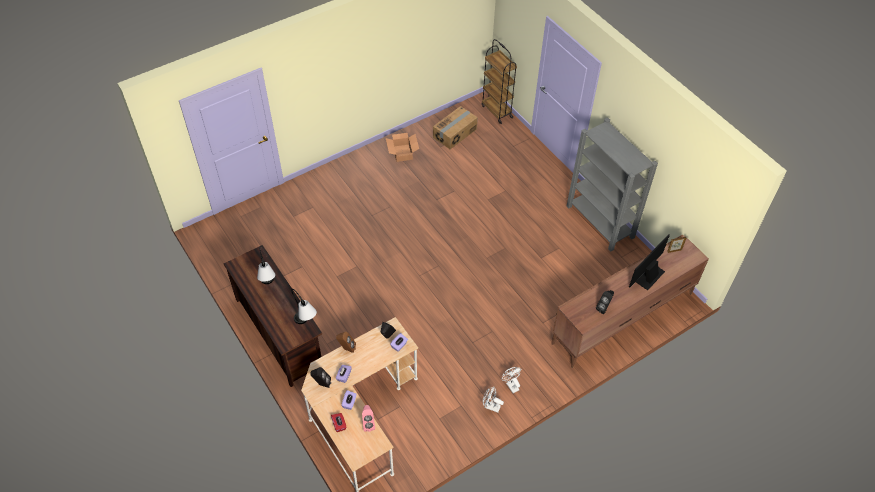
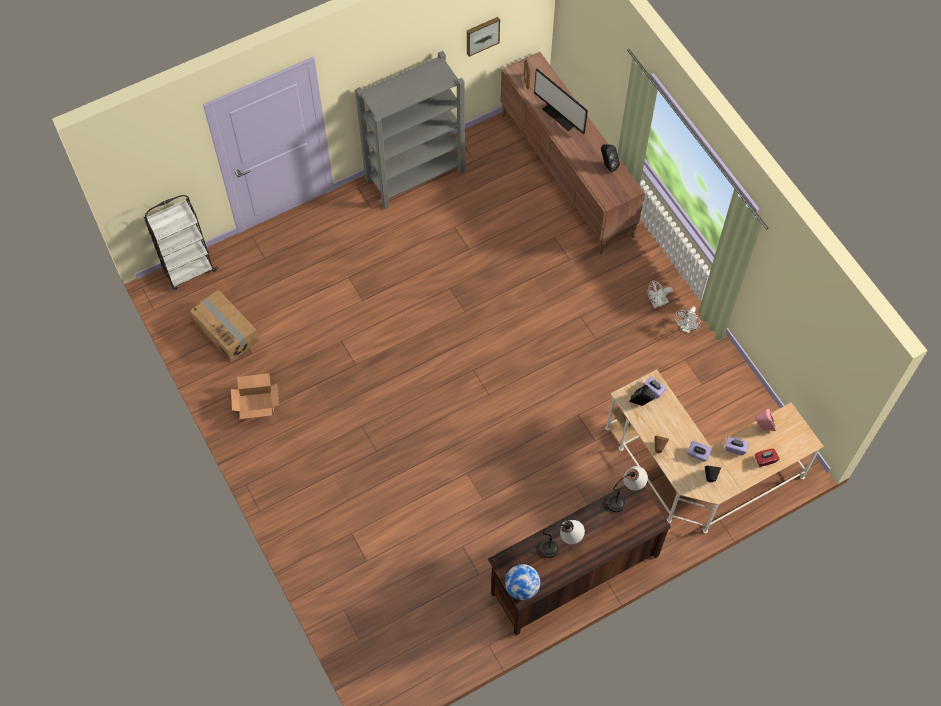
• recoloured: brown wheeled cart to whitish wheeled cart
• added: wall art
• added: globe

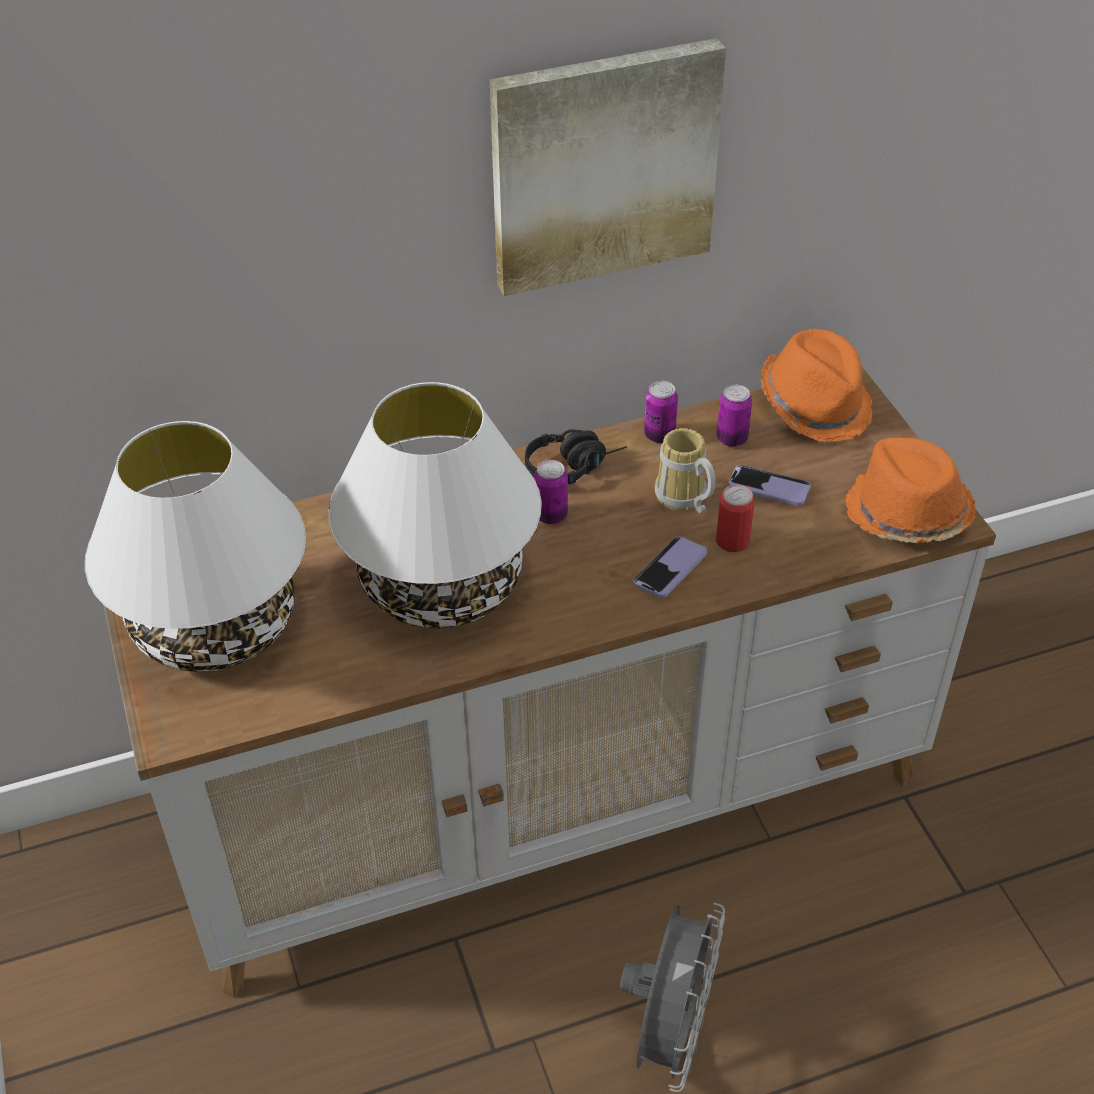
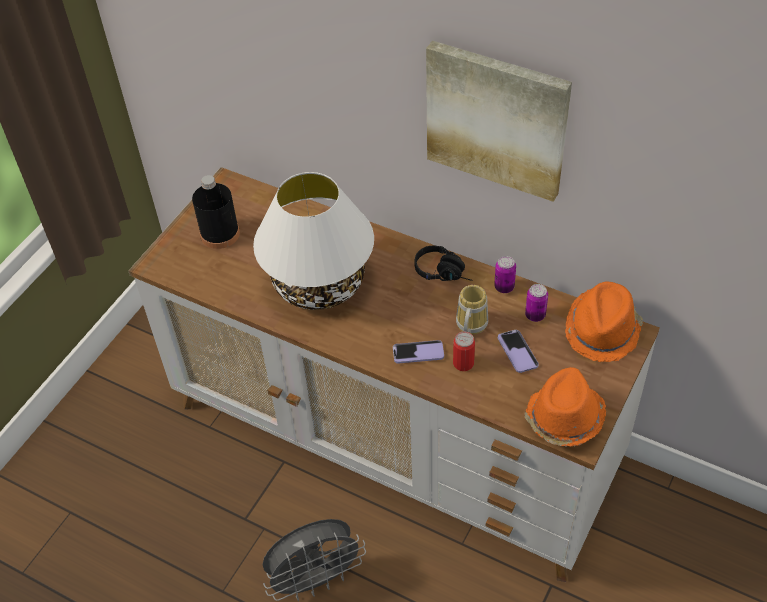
• replaced: whitish lamp for a table (1st from left) to black beverage bottle
• removed: sealed can (1st from left)

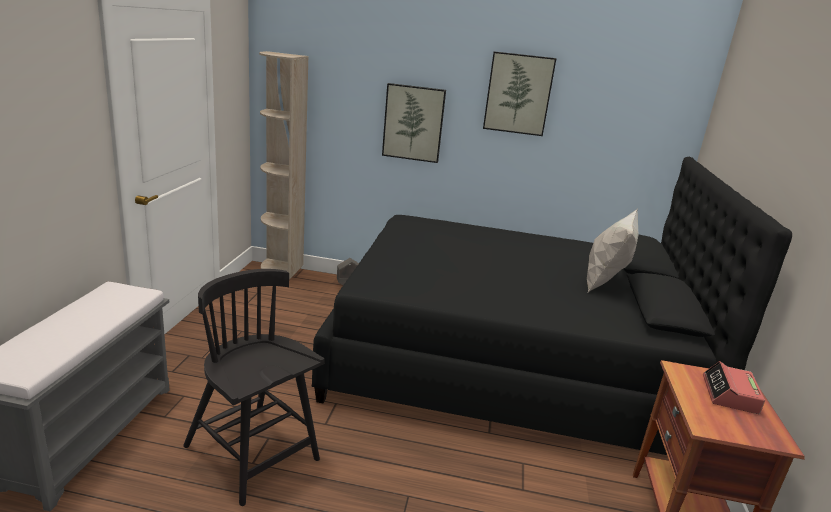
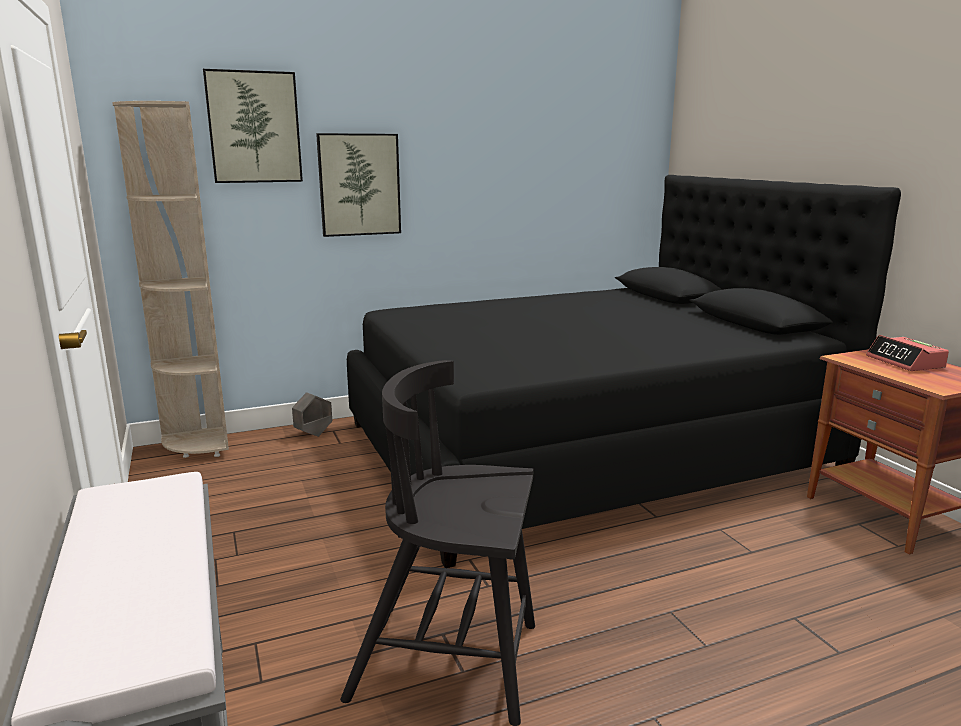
• moved: wall art (2nd from left in the first image) to wall art (1st from left)
• removed: whitish throw pillow

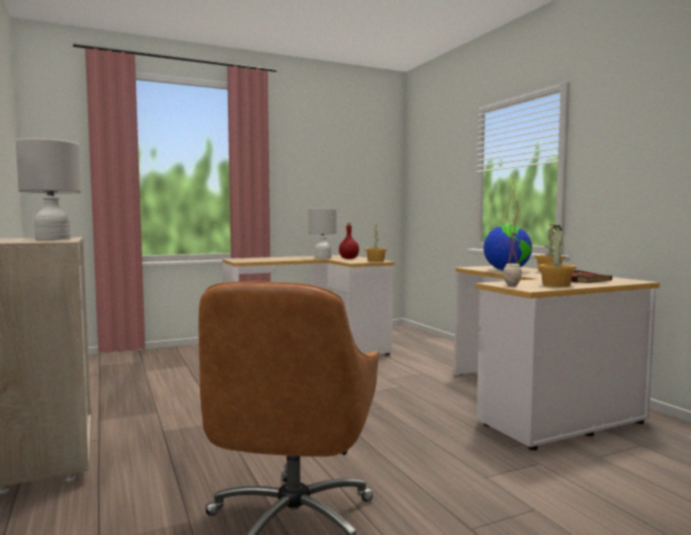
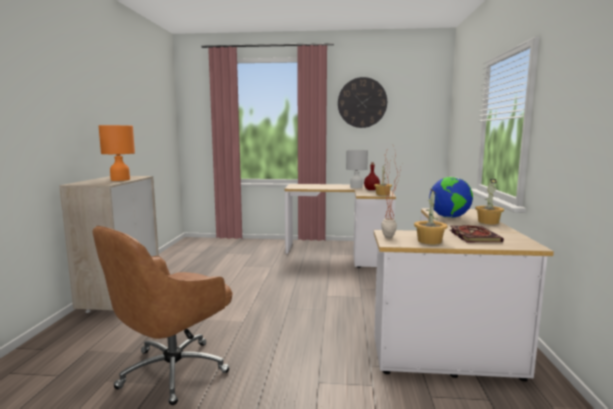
• recoloured: grey lamp for a table (1st from left) to orangey lamp for a table
• added: wall clock

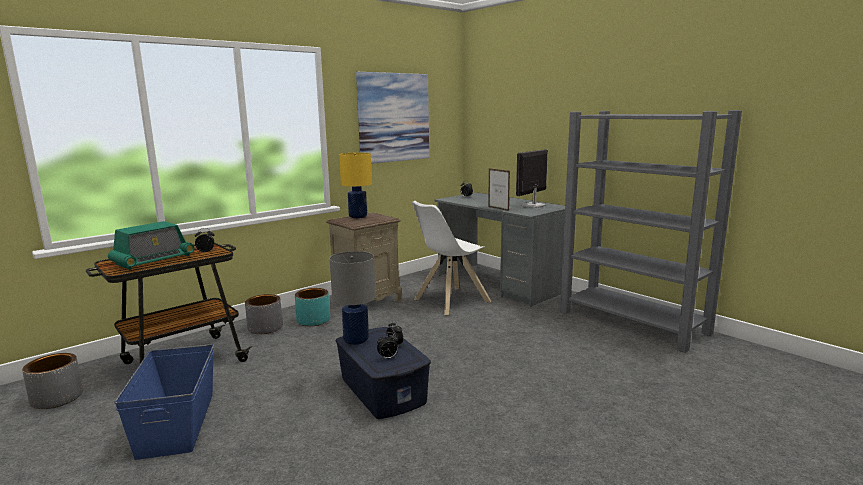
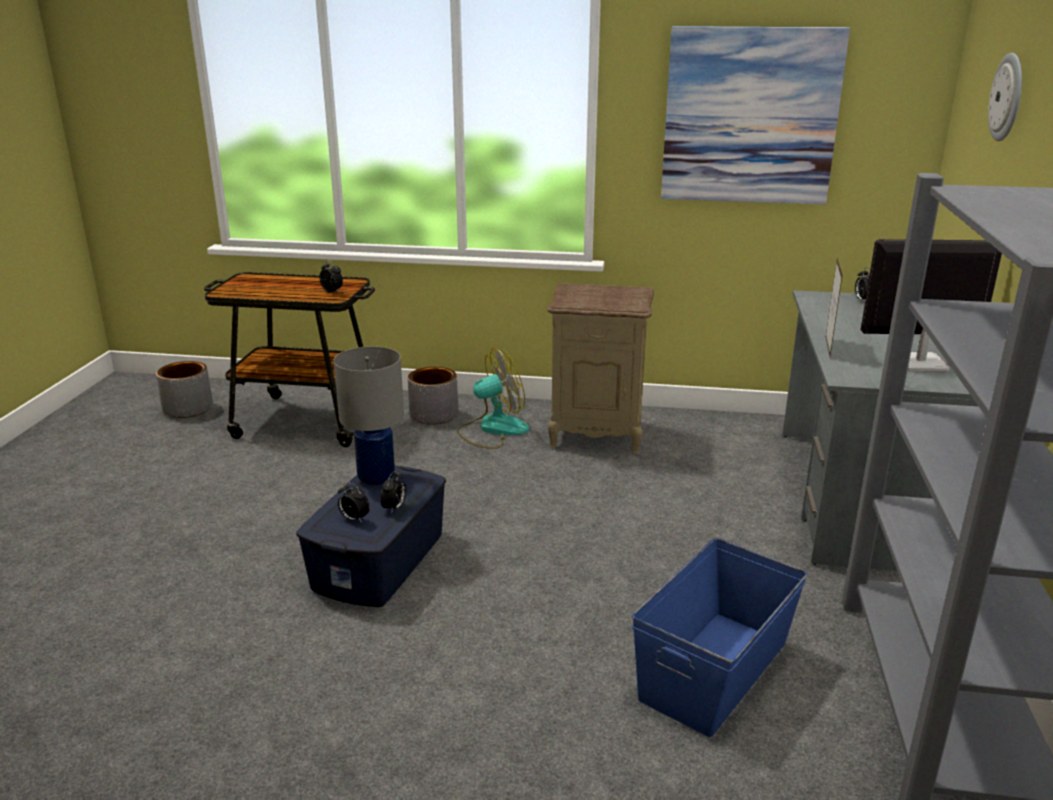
• replaced: blue-green plant pot to electric fan
• moved: bluish storage bin (1st from left in the first image) to bluish storage bin (2nd from left)
• added: wall clock
• removed: radio receiver
• removed: yellowish lamp for a table
• removed: whitish upright chair

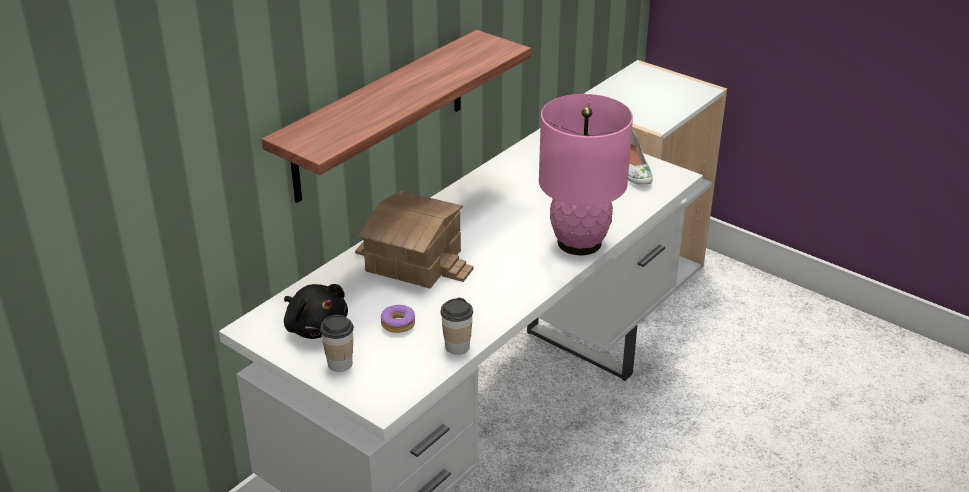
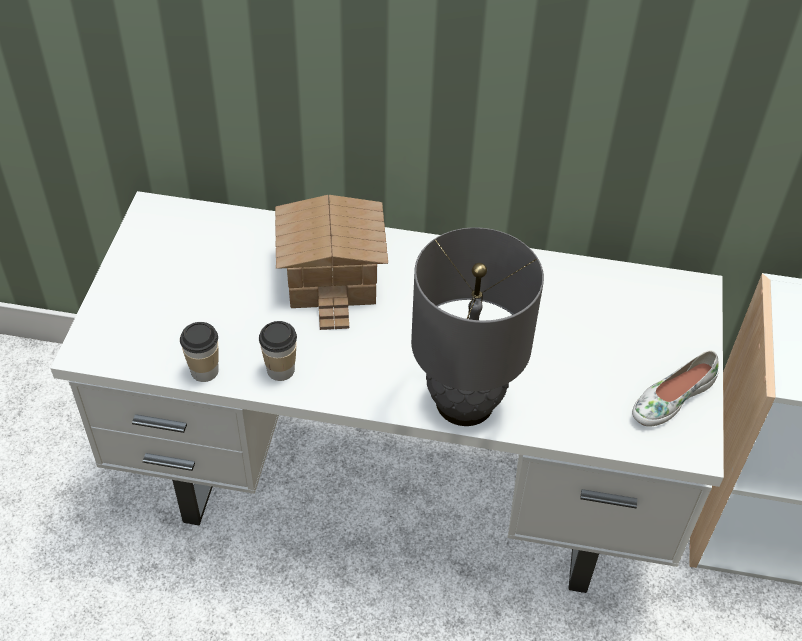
• moved: drinking cup (1st from left in the first image) to drinking cup (2nd from left)
• recoloured: pink-coloured lamp for a table to grey lamp for a table
• removed: shelf
• removed: black cuddly toy
• removed: donut

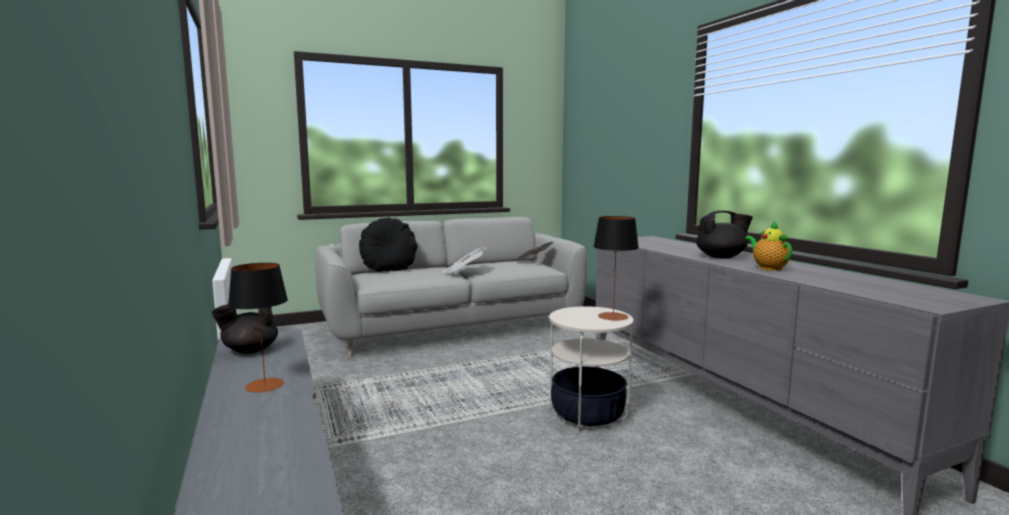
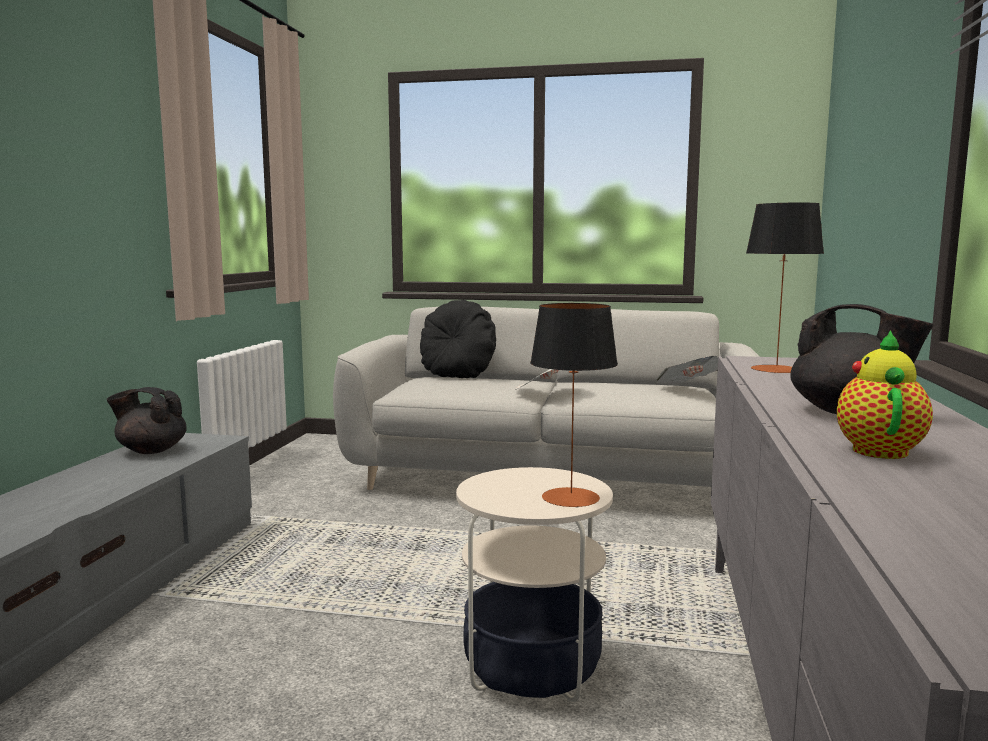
• moved: lamp for a table (1st from left in the first image) to lamp for a table (2nd from left)

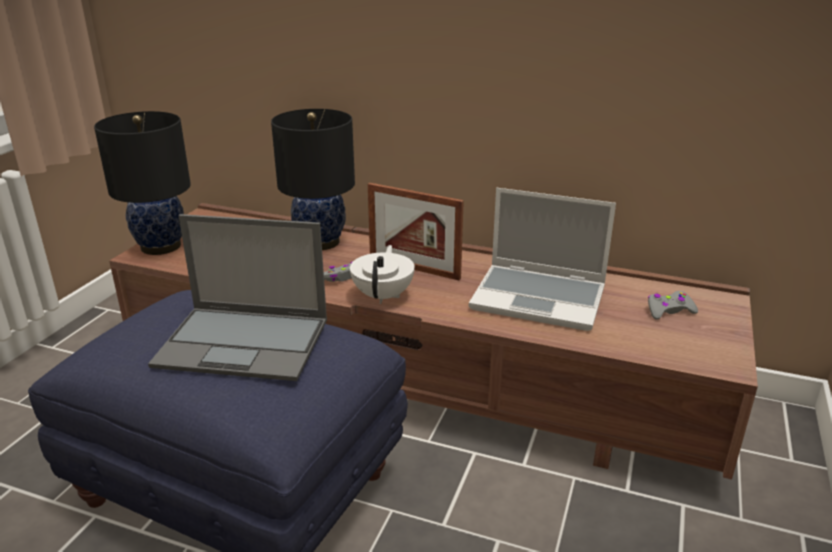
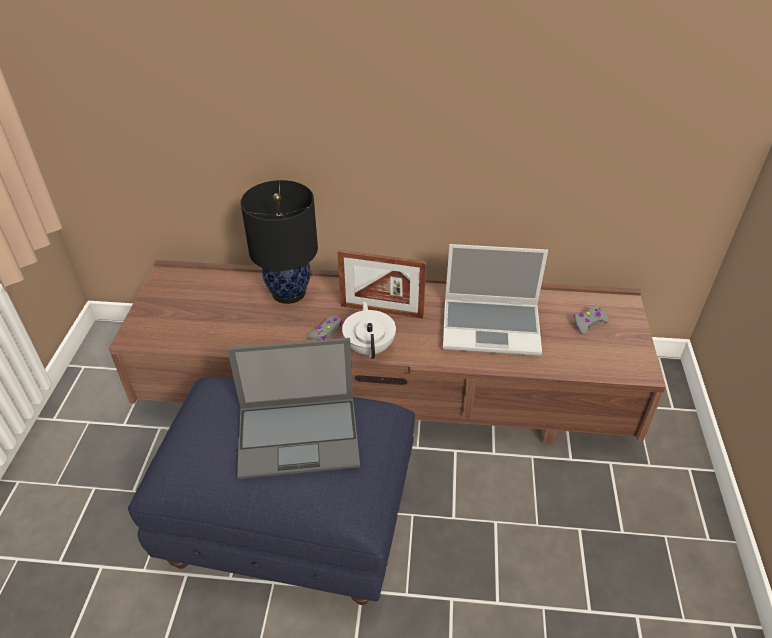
• removed: black lamp for a table (1st from left)

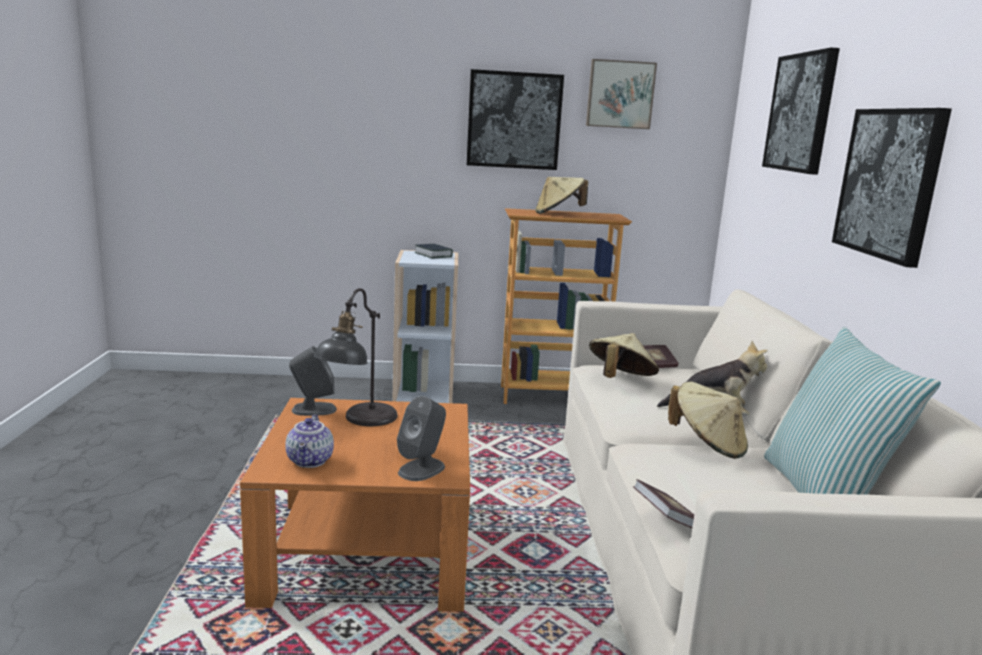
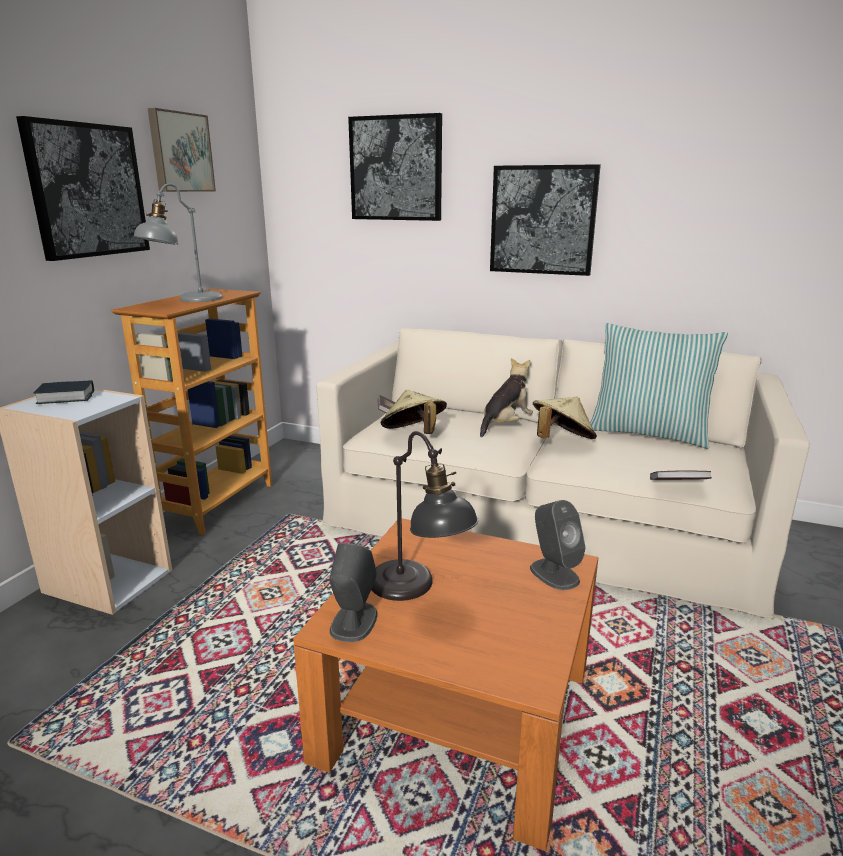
• replaced: sand-coloured hat (1st from left) to grey lamp for a table (1st from left)
• removed: pot for tea

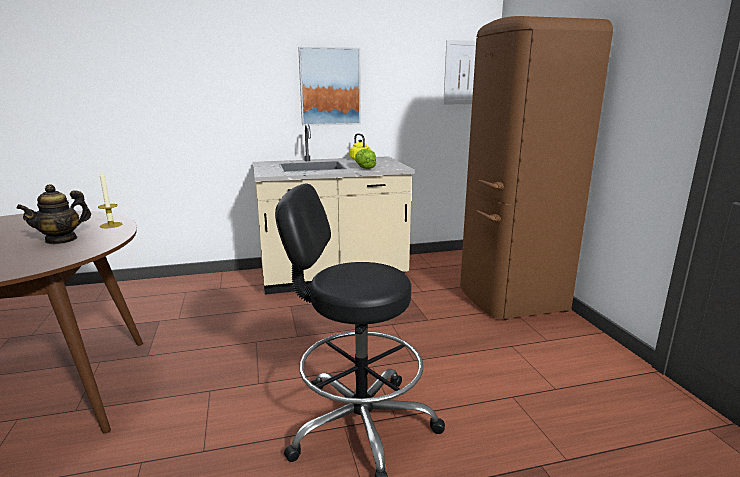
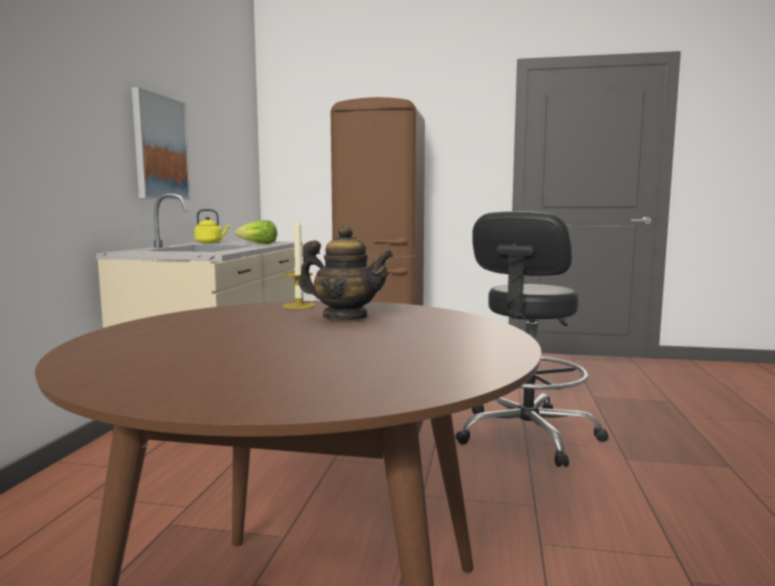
• turned: pot for tea 45 degrees counterclockwise
• removed: wall art (2nd from left)

